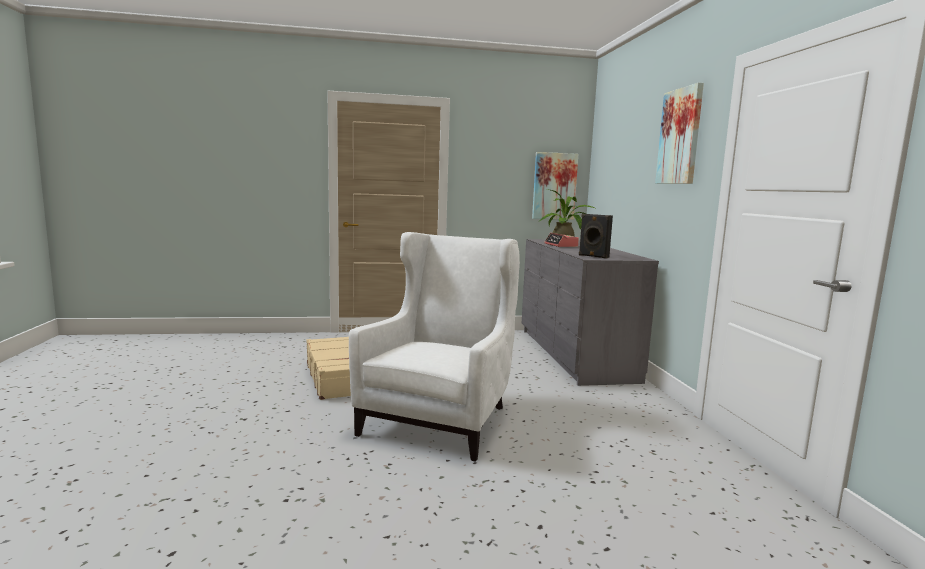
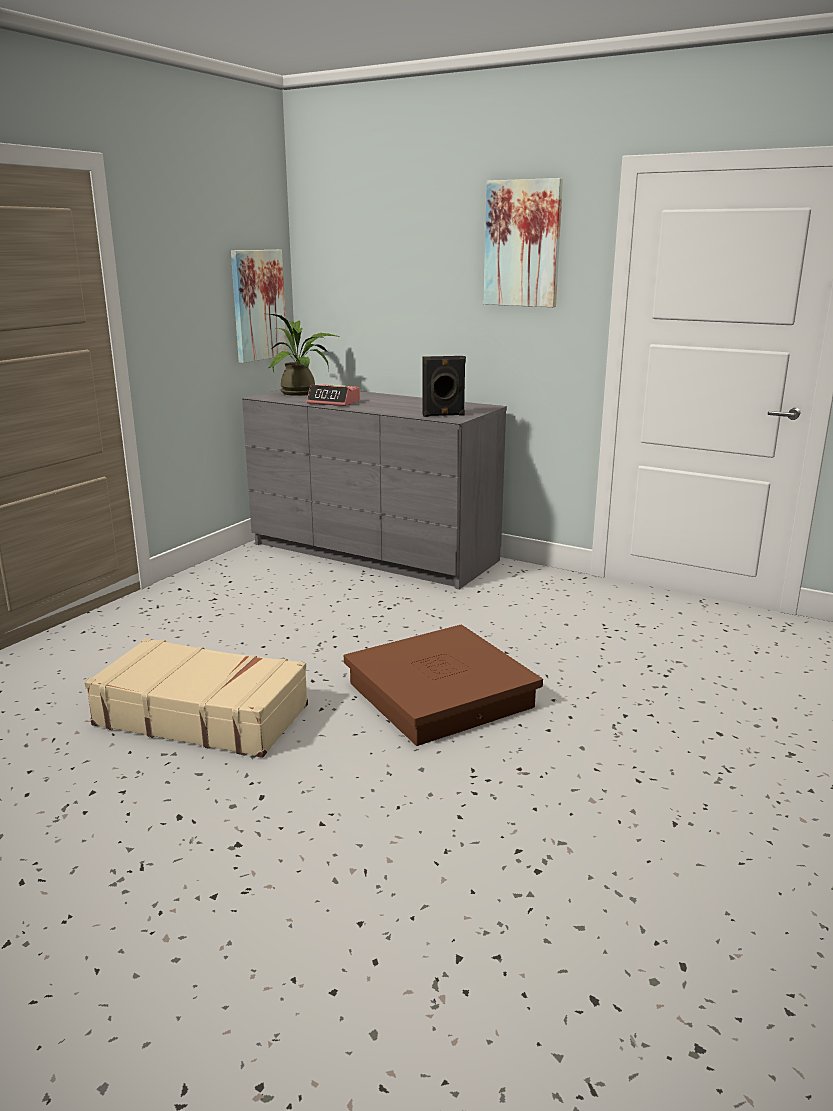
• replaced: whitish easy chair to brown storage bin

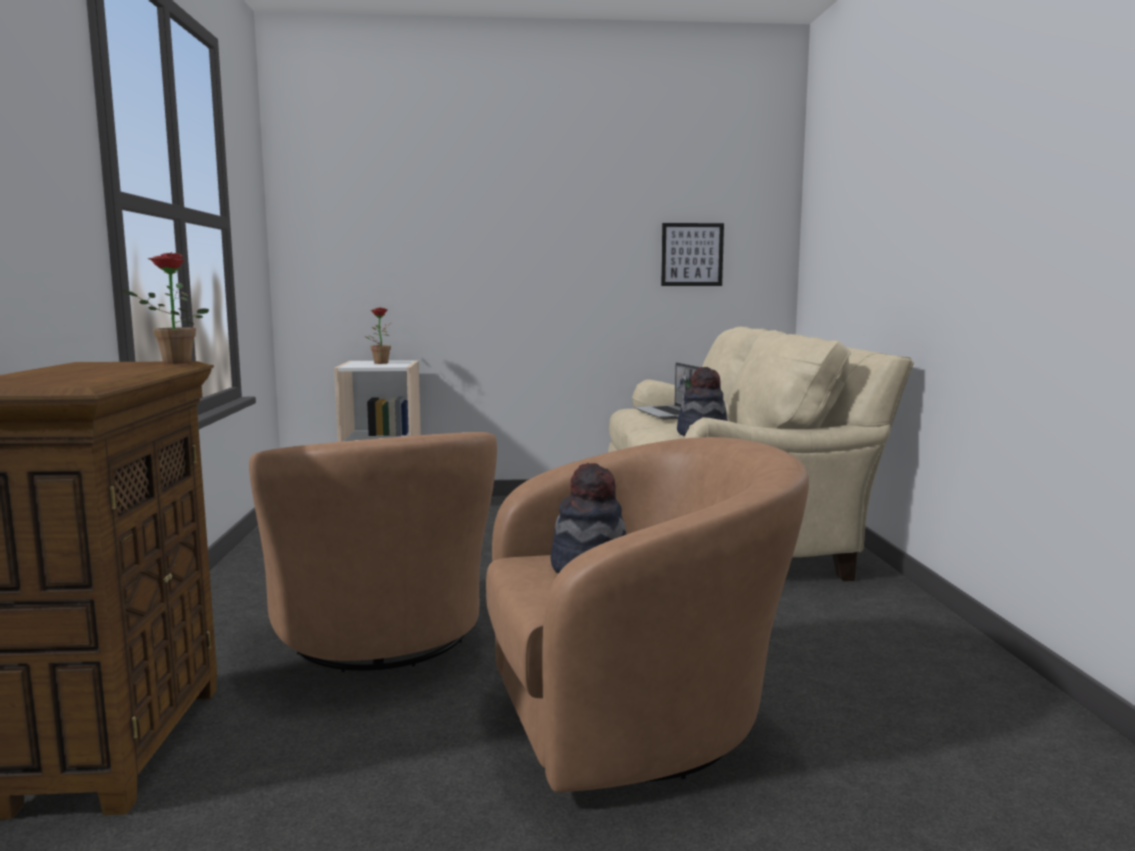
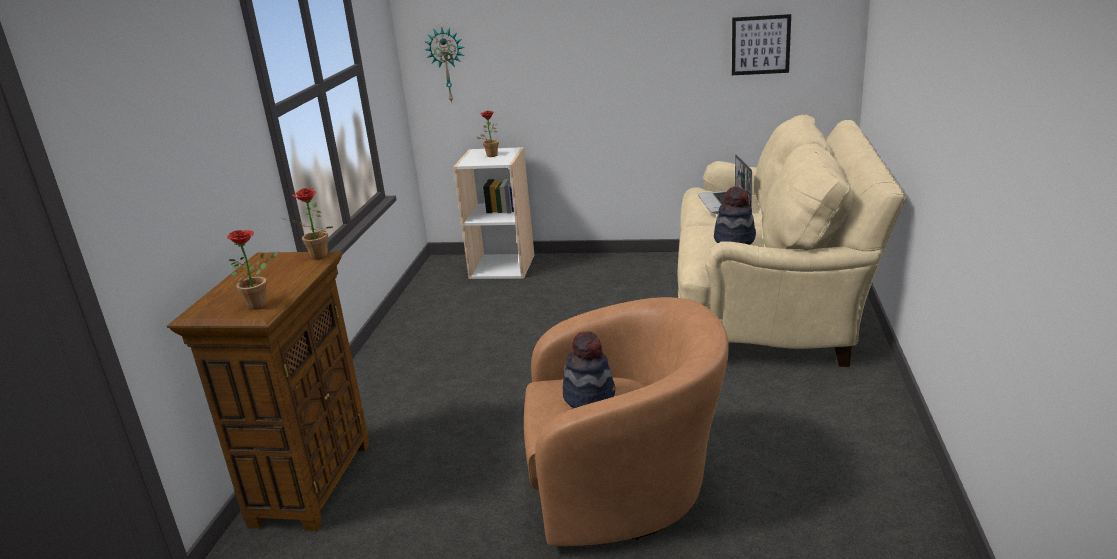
• added: plant in a pot (1st from left)
• added: wall clock
• removed: brown easy chair (1st from left)

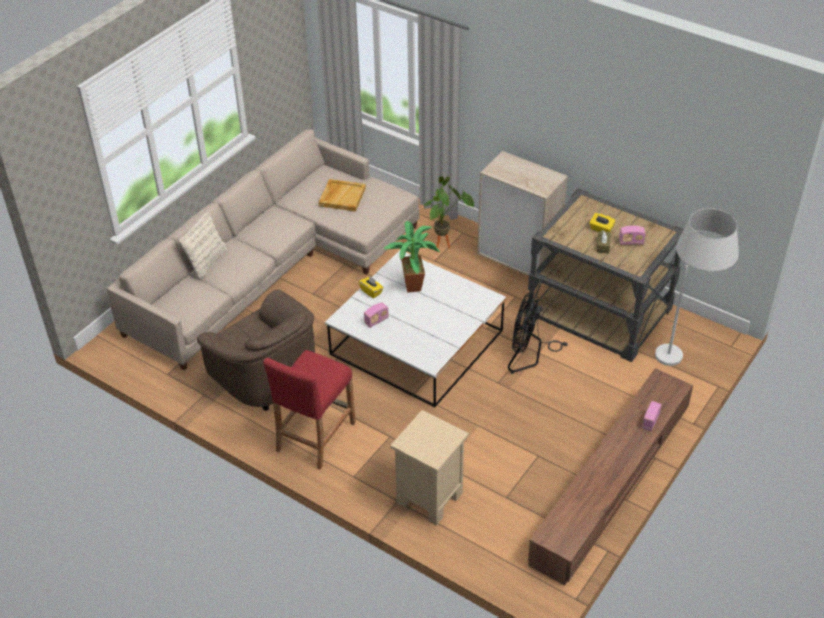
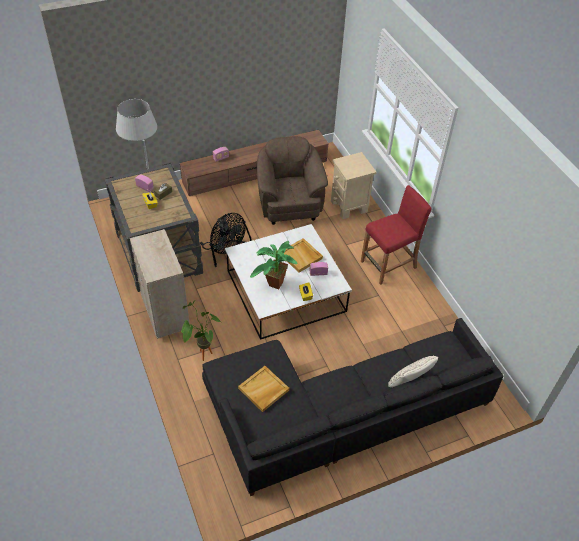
• recoloured: sand-coloured sofa to black sofa
• moved: brown easy chair
• added: sand-coloured carrying tray (2nd from left)

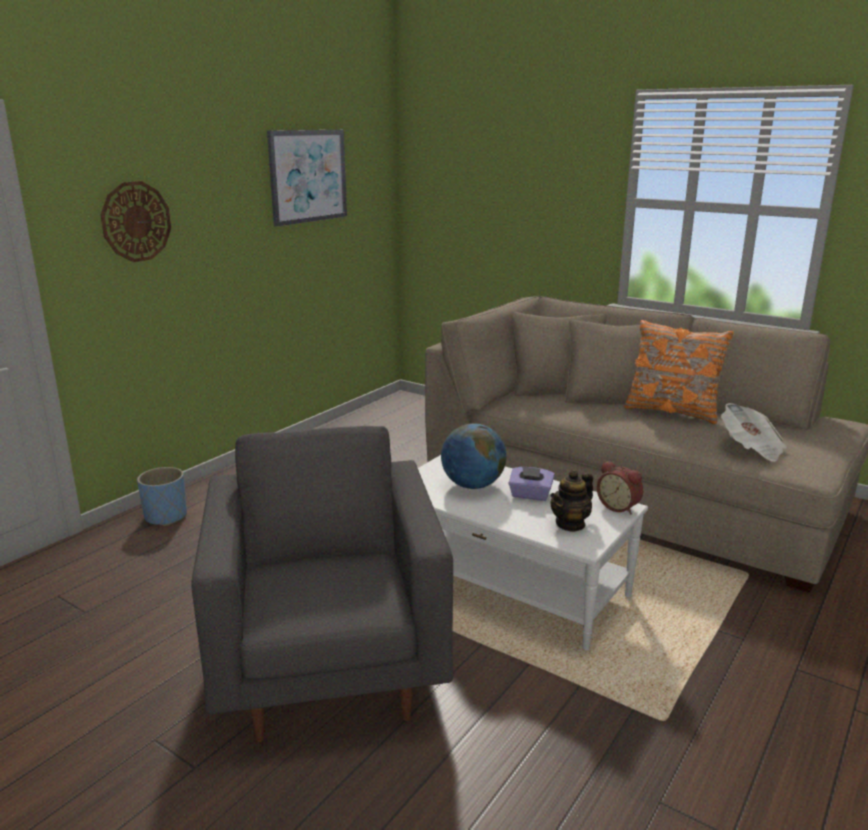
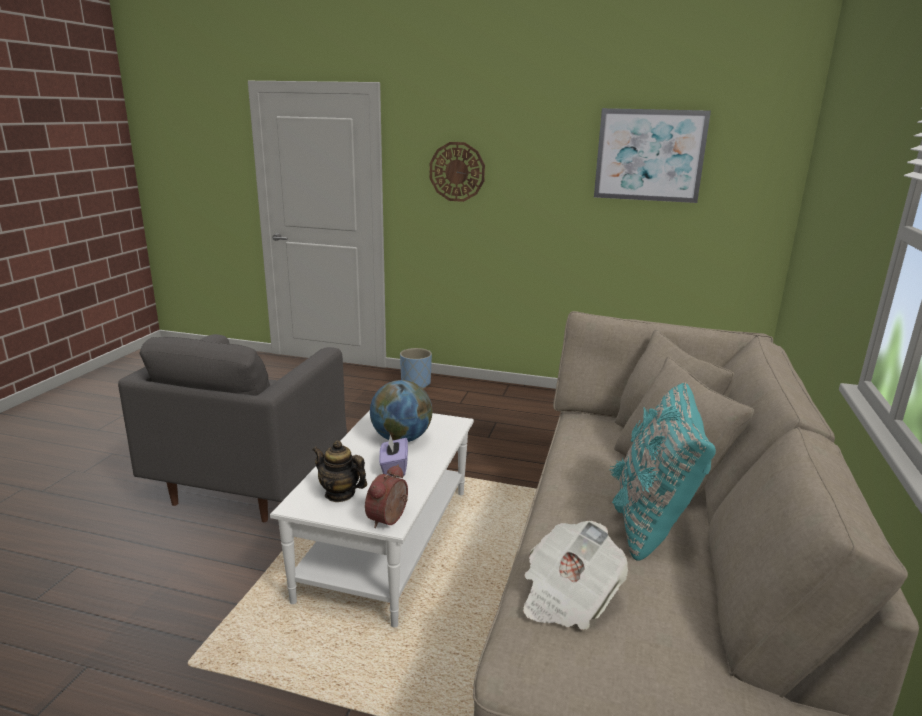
• turned: grey easy chair 135 degrees clockwise
• recoloured: orangey throw pillow to blue-green throw pillow

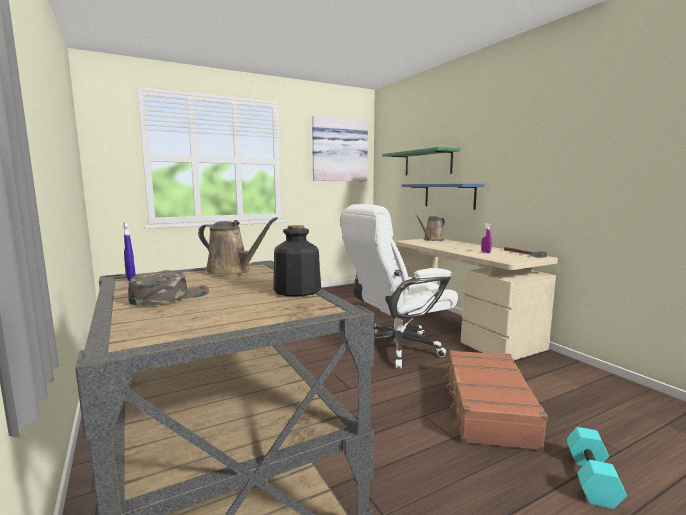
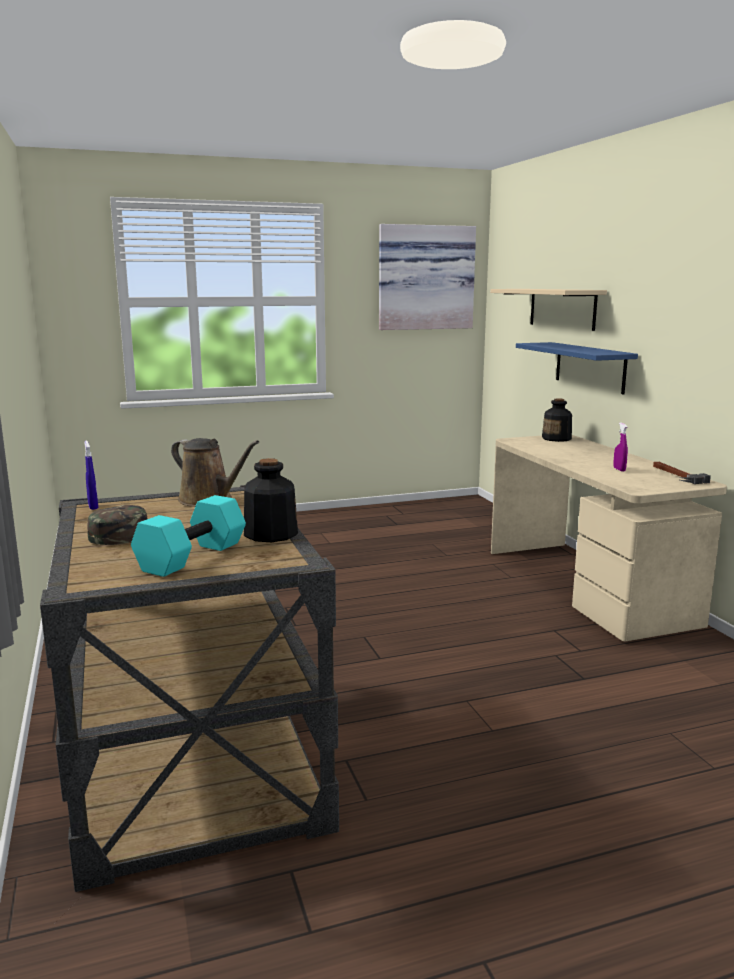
• moved: blue-green free weight
• recoloured: greenish shelf to sand-coloured shelf
• replaced: brown sprinkling can (2nd from left) to beverage bottle (2nd from left)
• removed: whitish office chair
• removed: brown suitcase

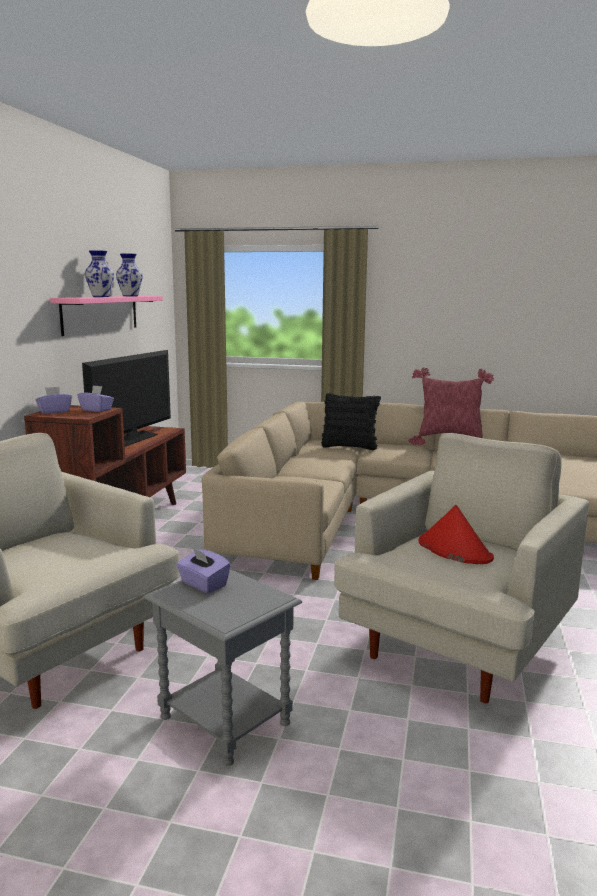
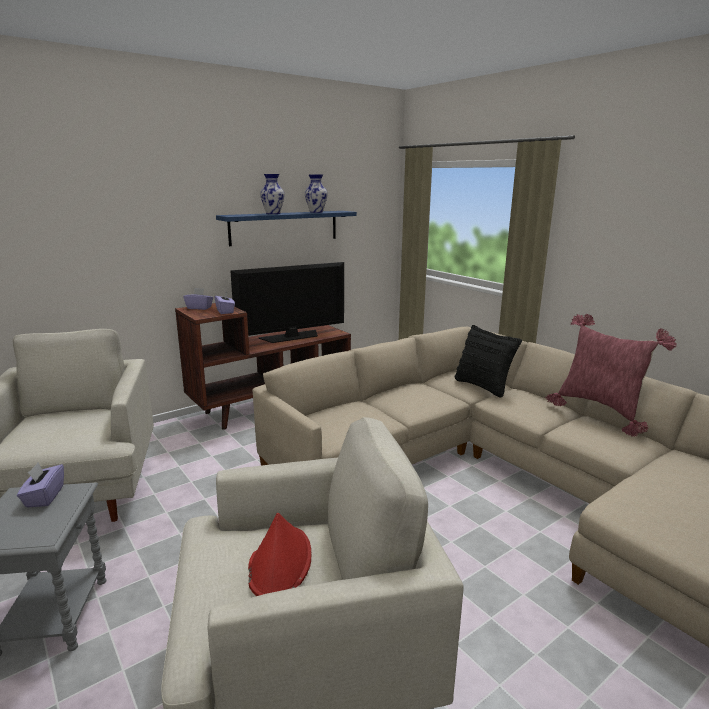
• recoloured: pink-coloured shelf to bluish shelf

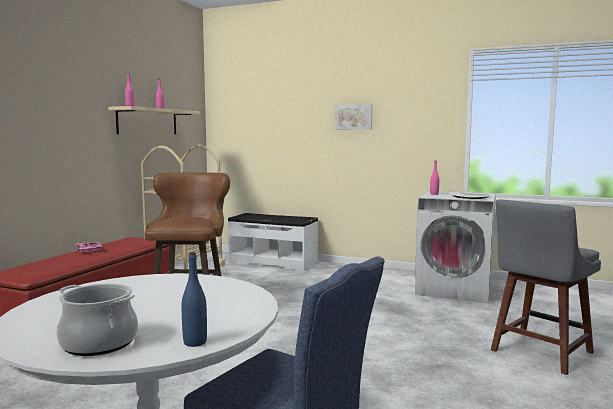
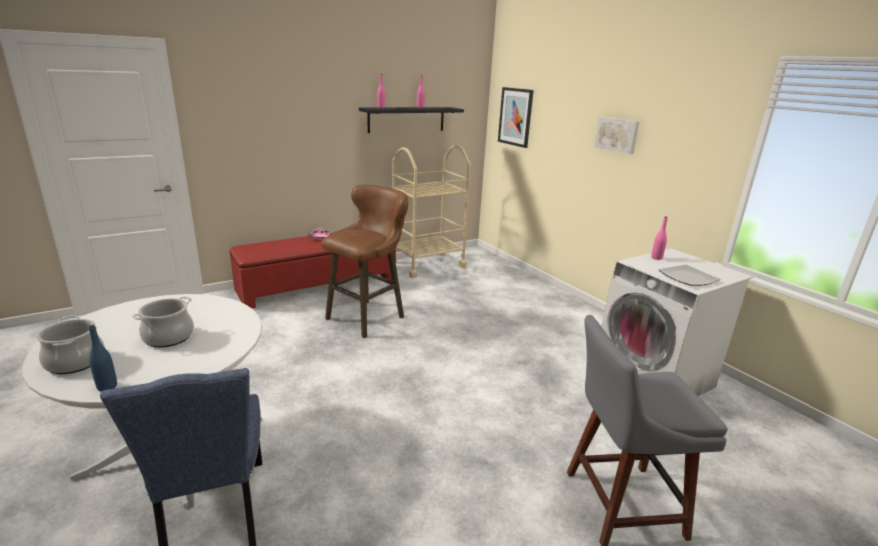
• added: cooking pot (2nd from left)
• recoloured: sand-coloured shelf to black shelf
• added: wall art (1st from left)
• removed: whitish bench

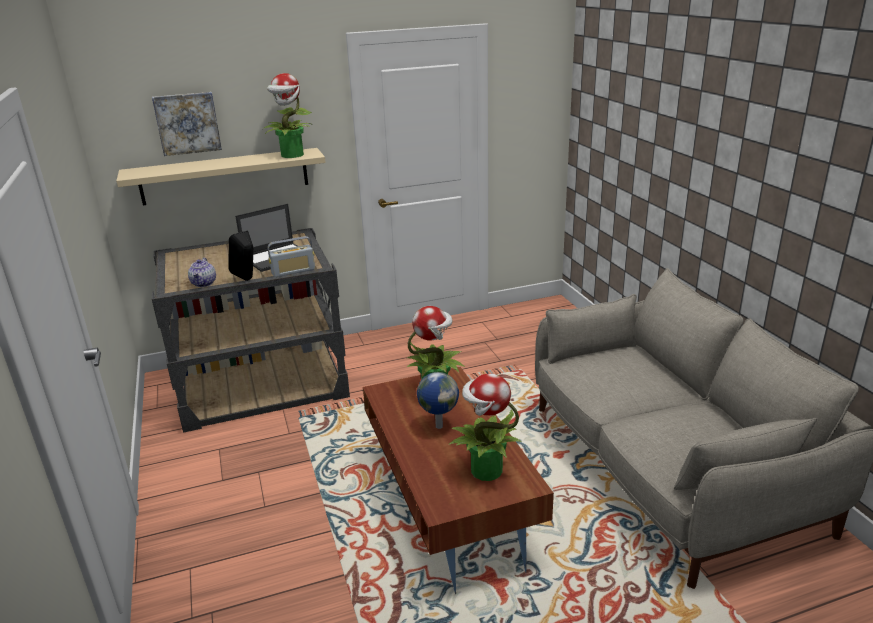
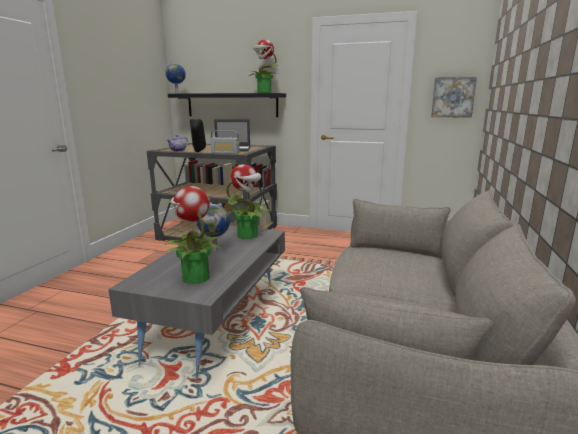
• recoloured: brown coffee table to grey coffee table
• added: globe (1st from left)
• recoloured: sand-coloured shelf to black shelf
• moved: wall art

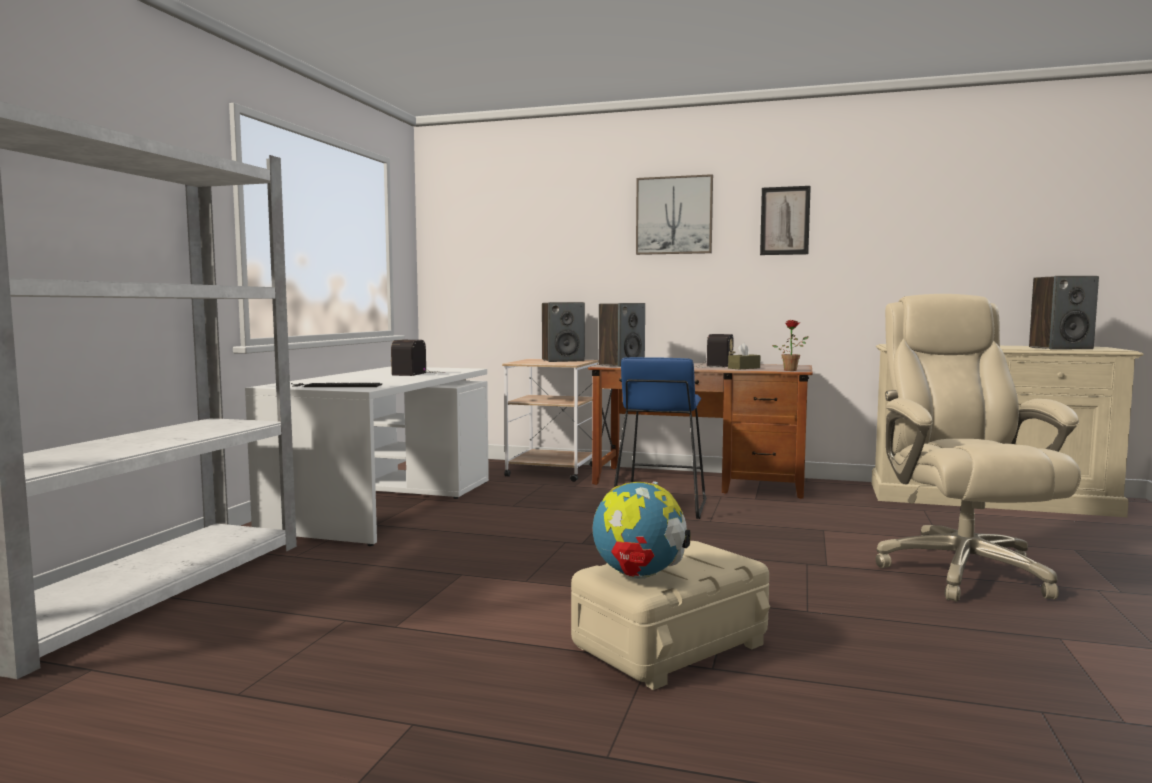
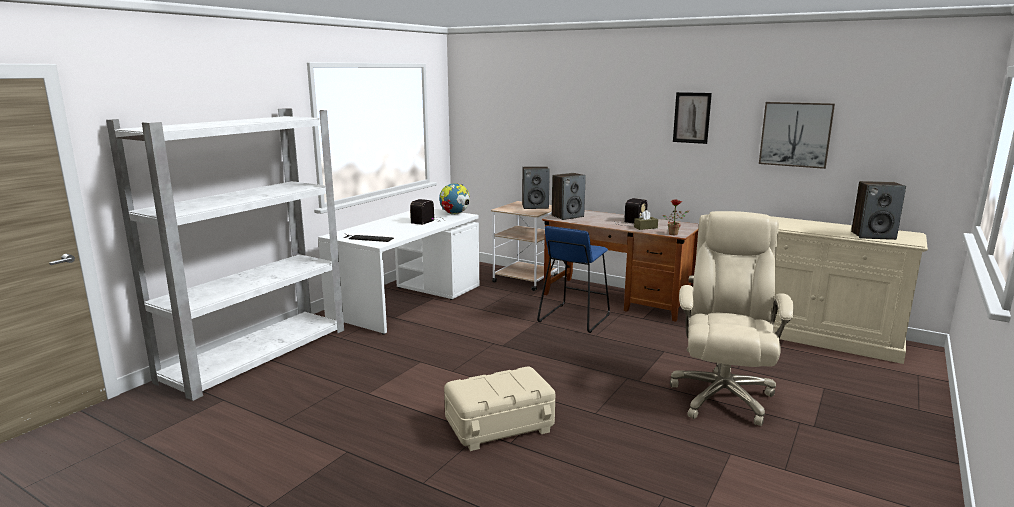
• moved: globe
• moved: wall art (1st from left in the first image) to wall art (2nd from left)

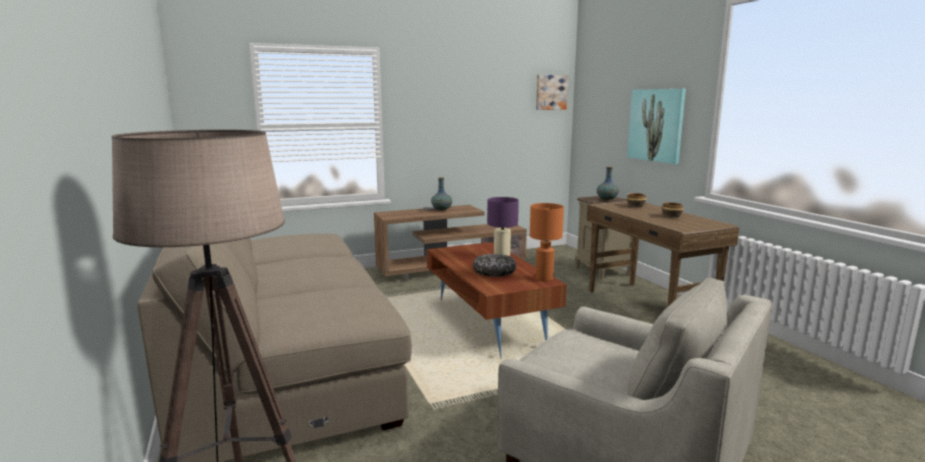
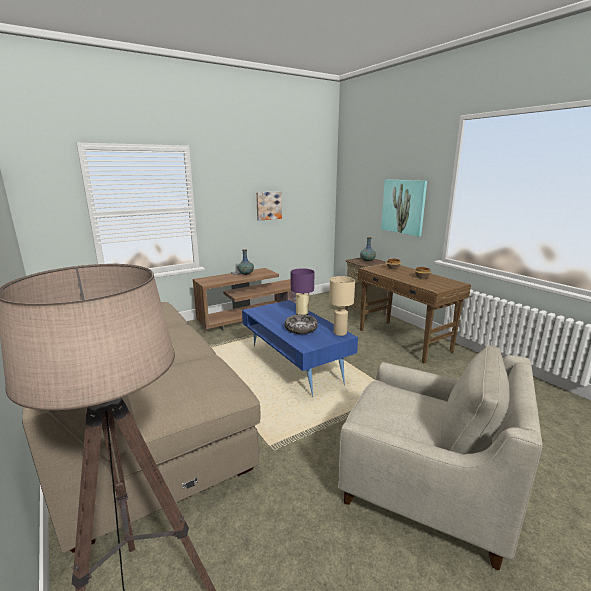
• recoloured: brown coffee table to bluish coffee table
• moved: wall art (1st from left)
• recoloured: orangey lamp for a table to sand-coloured lamp for a table

